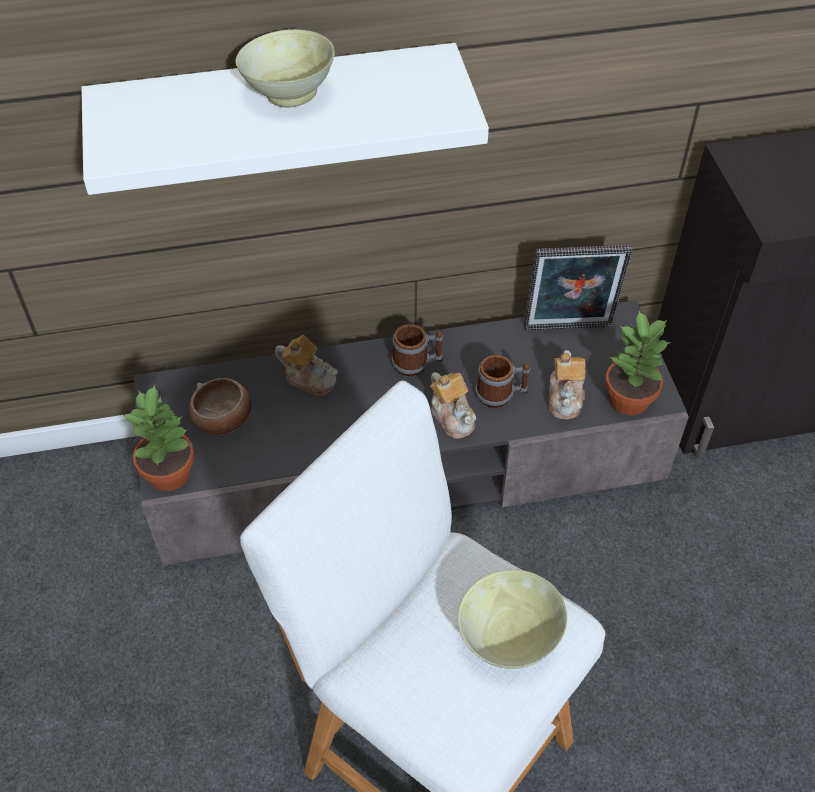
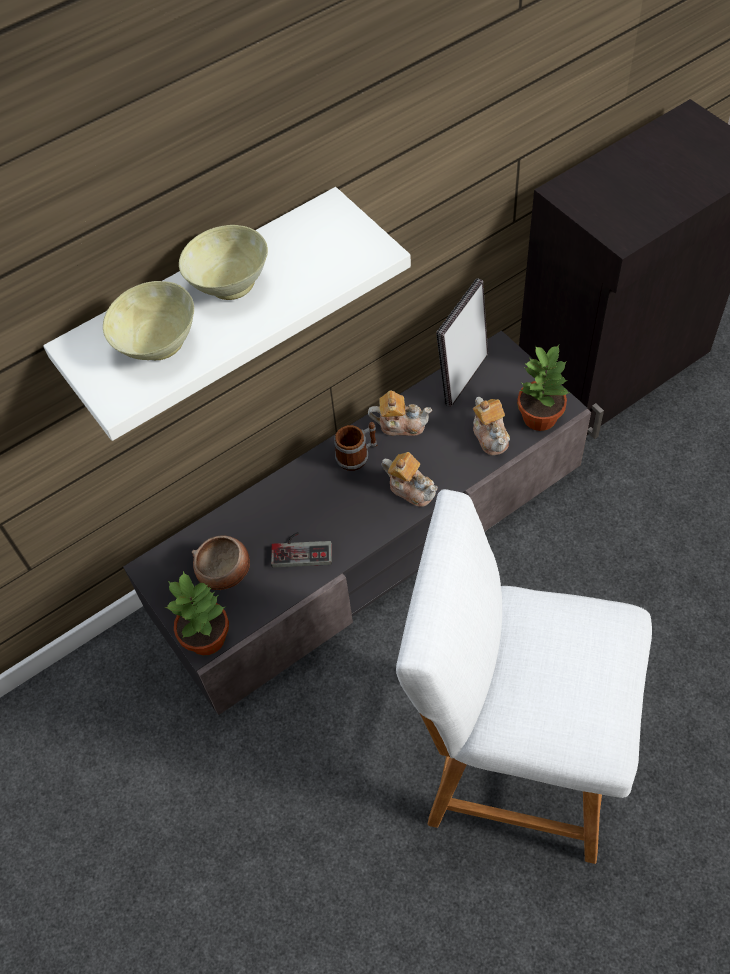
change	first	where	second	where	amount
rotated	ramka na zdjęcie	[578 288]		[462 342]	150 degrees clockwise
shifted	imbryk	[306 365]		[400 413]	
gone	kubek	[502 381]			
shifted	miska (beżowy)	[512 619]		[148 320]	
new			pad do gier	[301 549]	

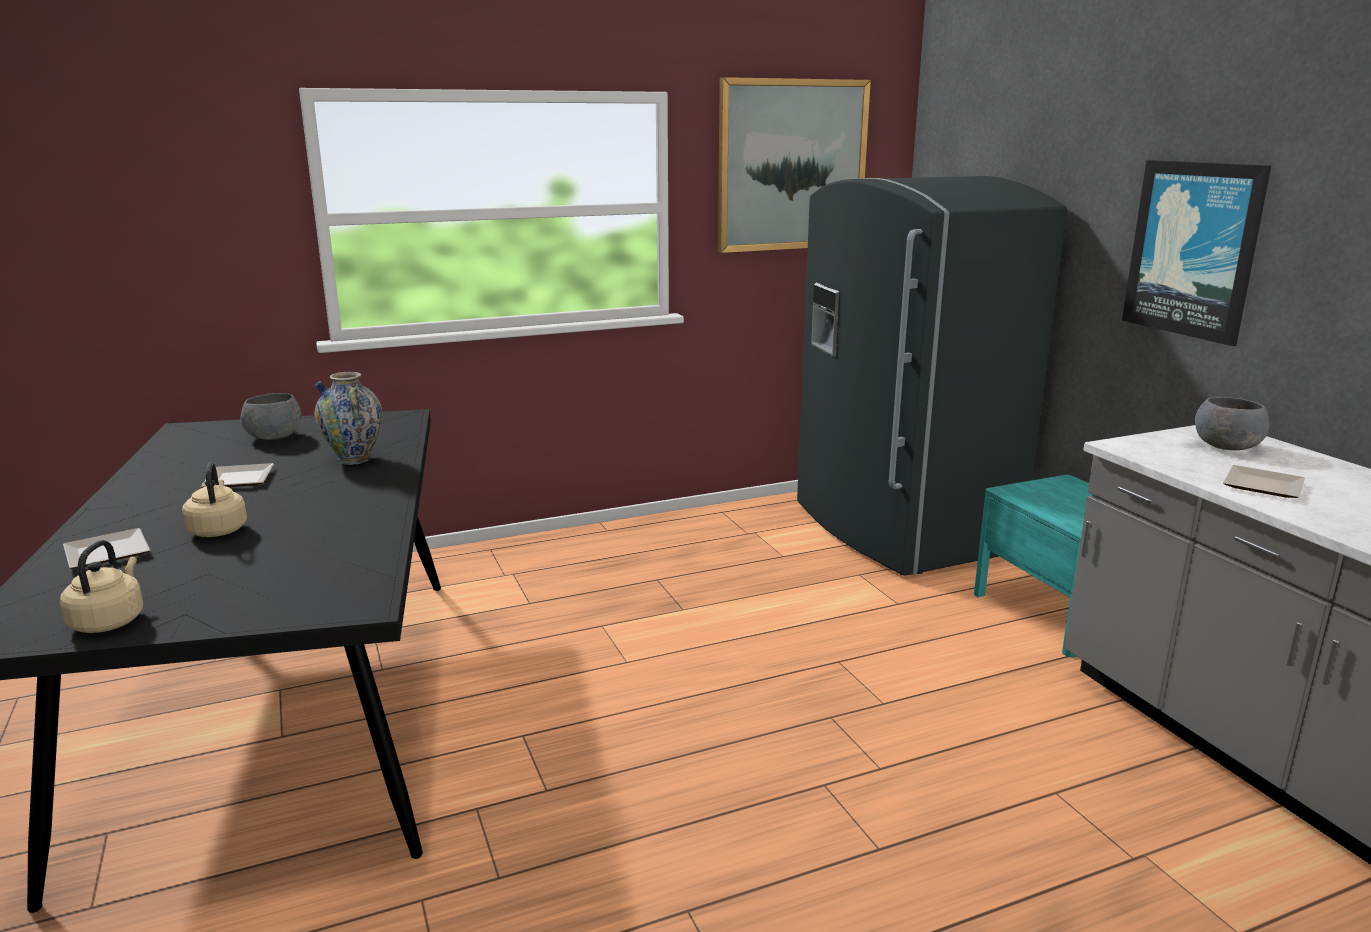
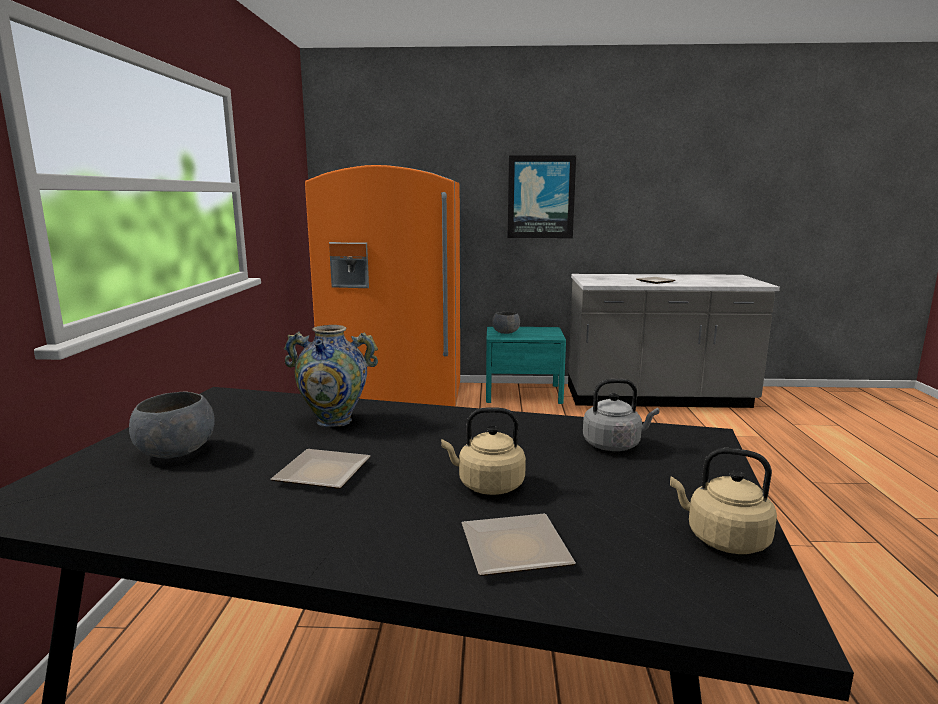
change	first	where	second	where	amount
gone	obraz	[794 165]			
repainted	lodówka (szary)	[932 376]	lodówka (pomarańczowy)	[382 285]	
shifted	miska (szary)	[1231 423]		[506 323]	
new			czajnik (szary)	[621 415]	

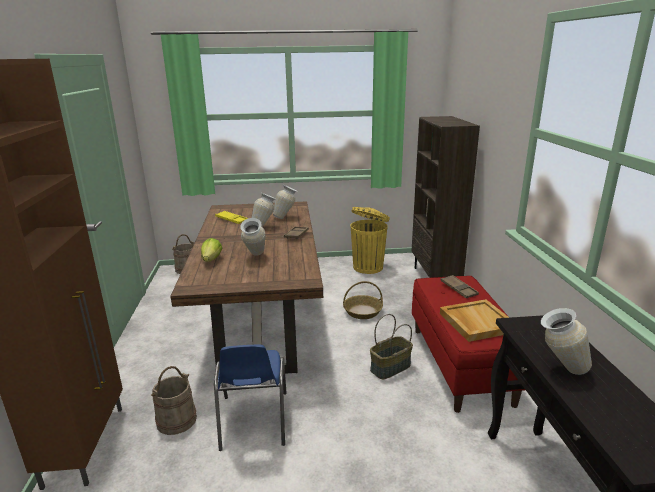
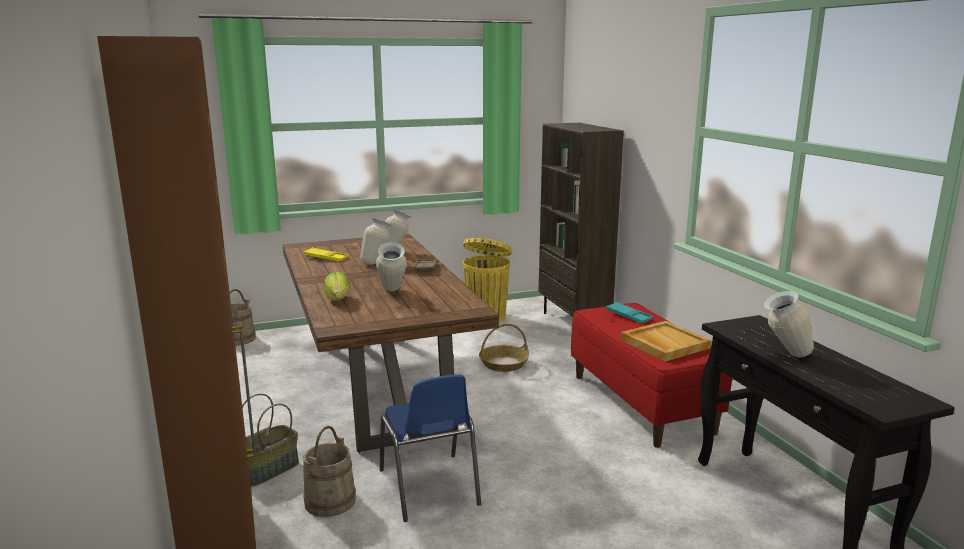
change	first	where	second	where	amount
repainted	taca (brązowy)	[459 286]	taca (turkusowy)	[629 313]	
shifted	koszyk	[391 346]		[270 440]	

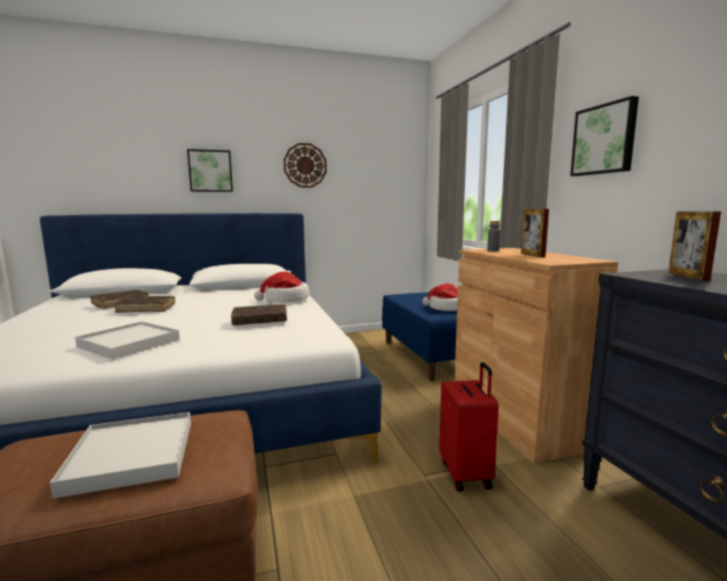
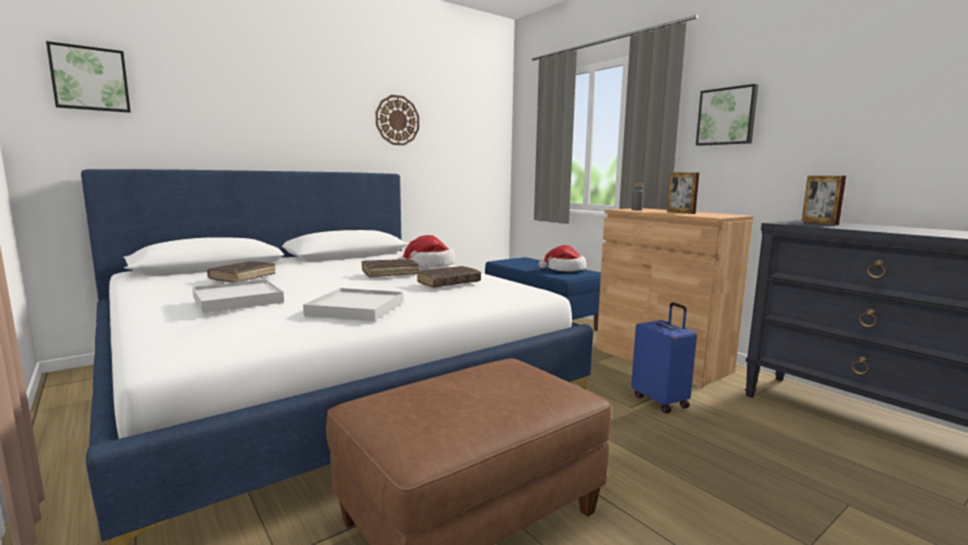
change	first	where	second	where	amount
shifted	obraz	[210 170]		[88 77]	
shifted	książka (brązowy)	[144 304]		[390 268]	
repainted	walizka (czerwony)	[469 427]	walizka (niebieski)	[664 357]	
shifted	taca (biały)	[120 455]		[238 296]	

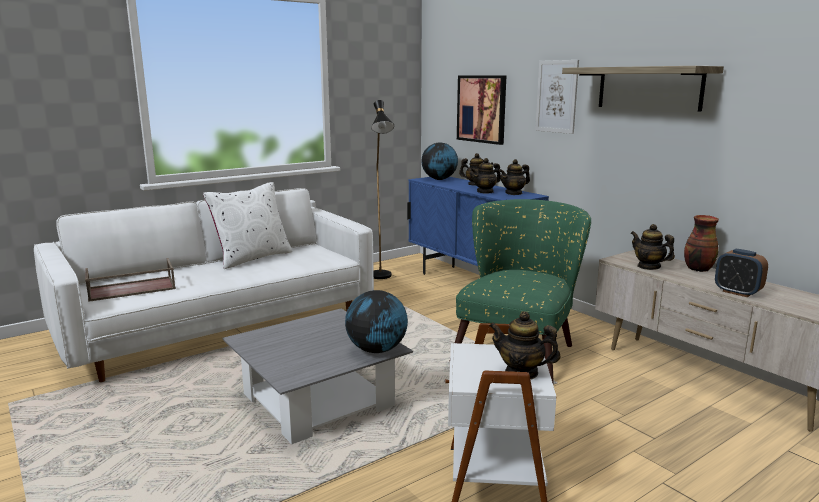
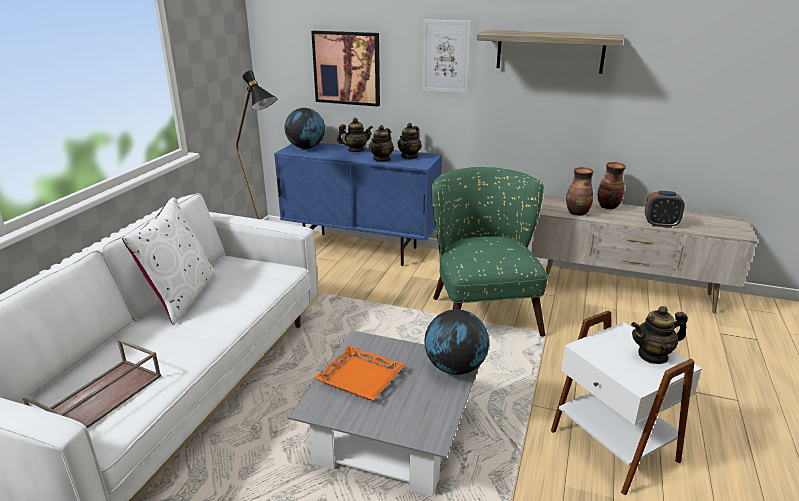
change	first	where	second	where	amount
swapped	imbryk	[653 247]	wazon	[580 191]	
new			taca (pomarańczowy)	[360 373]	

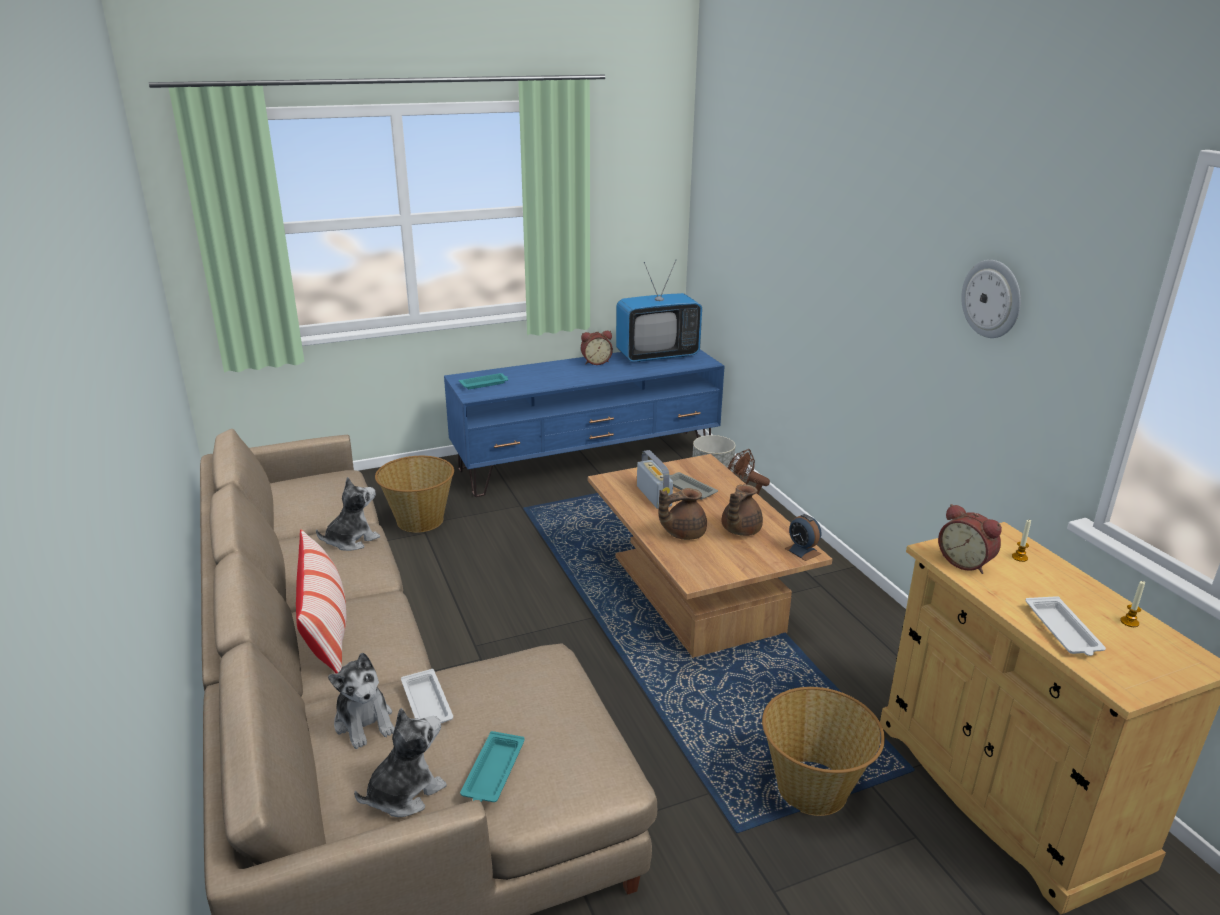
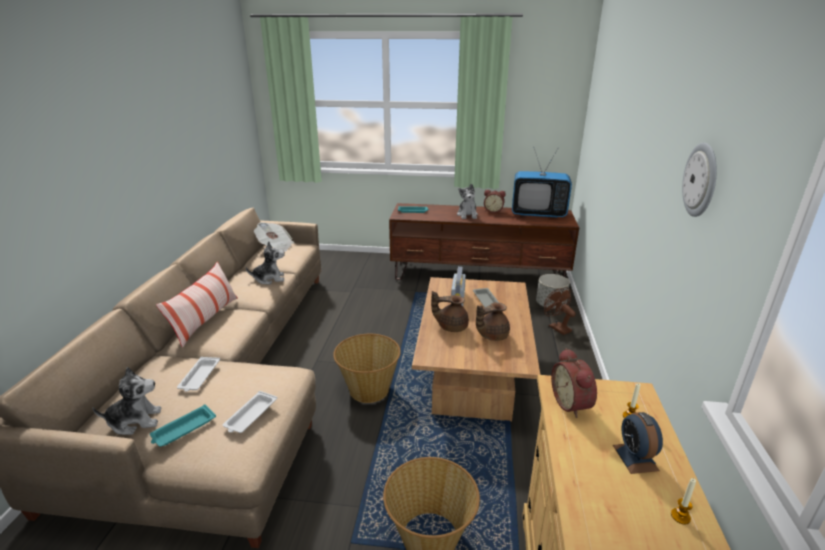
change	first	where	second	where	amount
repainted	szafka pod telewizor (niebieski)	[584 423]	szafka pod telewizor (brązowy)	[484 241]	
shifted	koszyk	[414 494]		[367 368]	
shifted	budzik	[803 537]		[638 443]	
shifted	taca (biały)	[1065 626]		[250 412]	
shifted	pluszak	[361 700]		[467 201]	
new			gazeta	[274 237]	

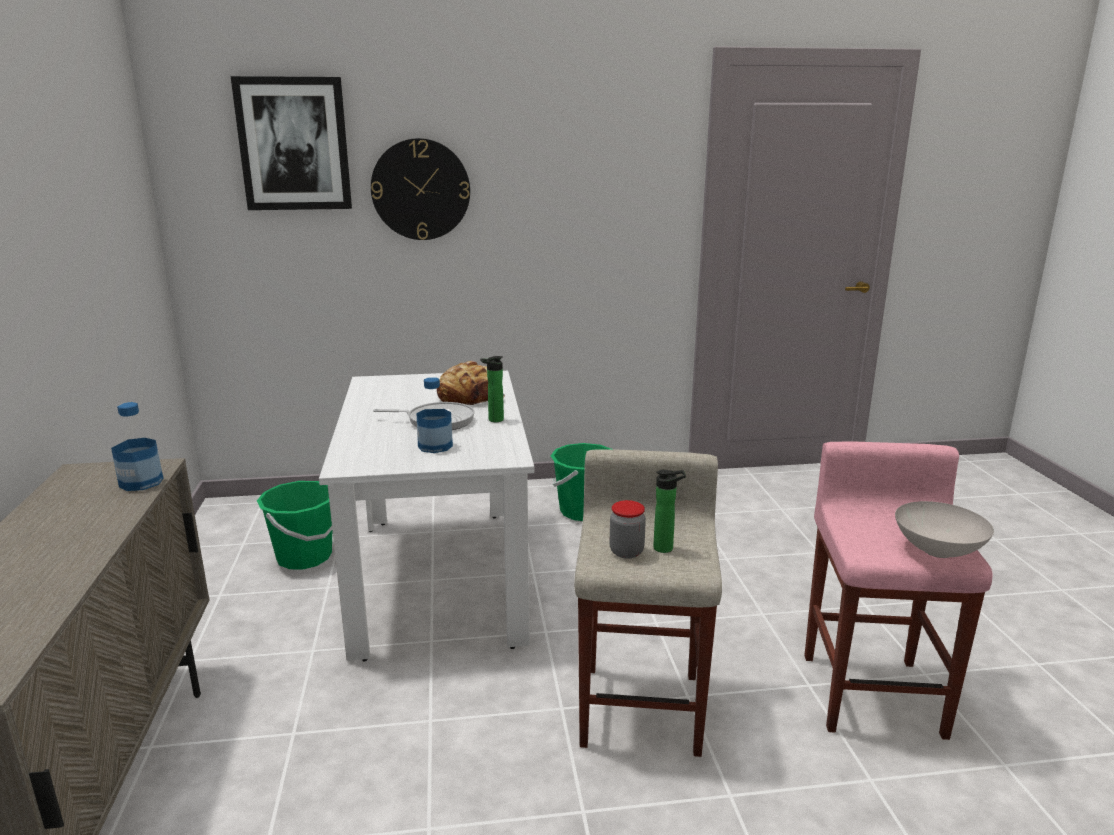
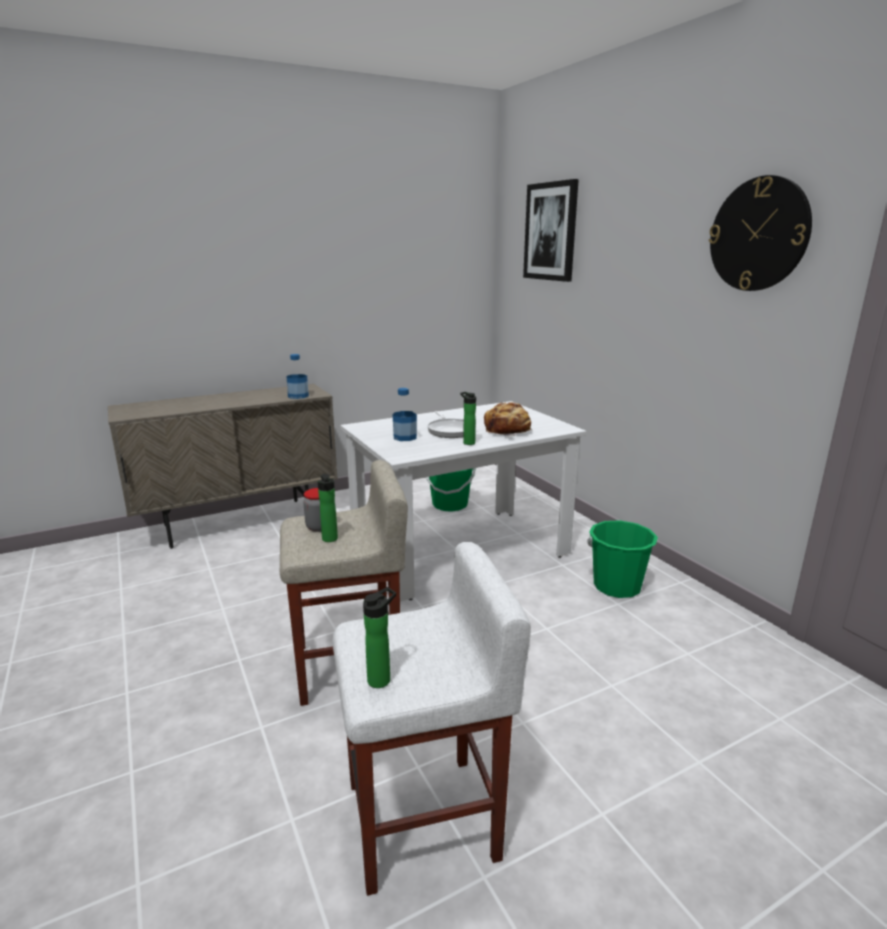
change	first	where	second	where	amount
shifted	zegar ścienny	[420 189]		[760 233]	
repainted	stołek (różowy)	[898 590]	stołek (biały)	[431 719]	
swapped	miska (biały)	[944 529]	butelka	[379 637]	

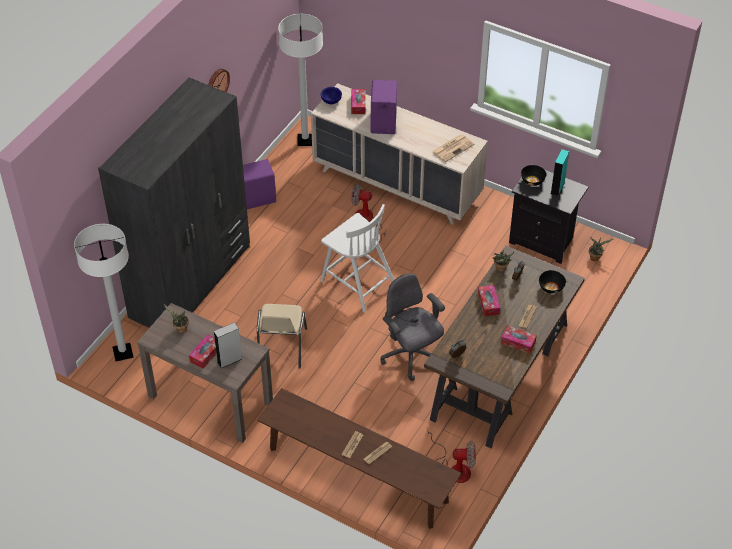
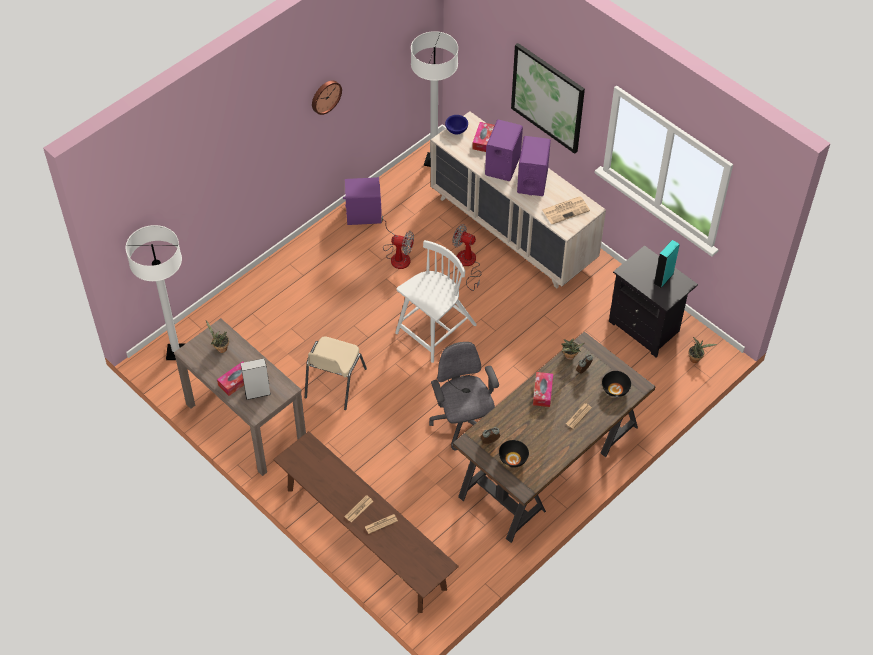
change	first	where	second	where	amount
gone	szafa (szary)	[174 203]			
shifted	miska (czarny)	[533 175]		[514 454]	
rotated	krzesło (biały)	[357 258]		[436 301]	105 degrees counterclockwise
gone	pudełko chusteczek	[519 339]			
shifted	wentylator	[451 457]		[397 242]	
new			obraz	[548 98]	
new			głośnik (fioletowy)	[534 166]	

